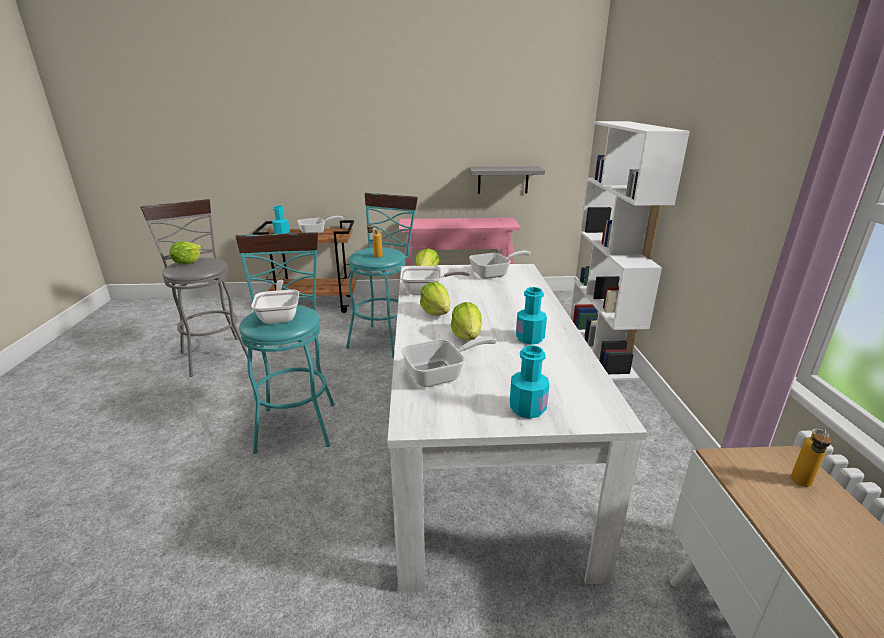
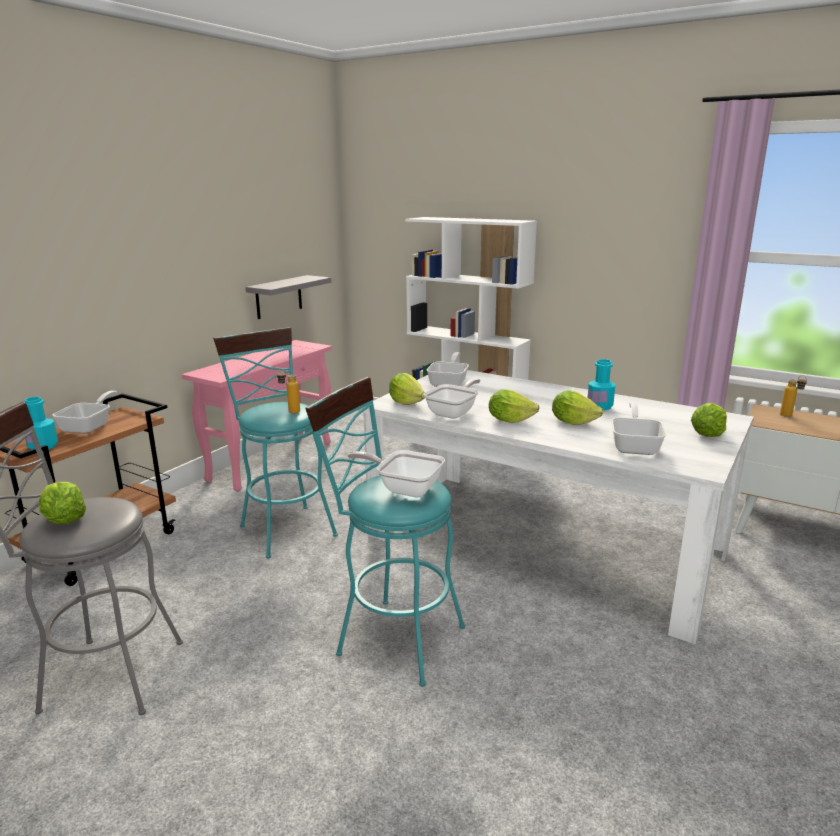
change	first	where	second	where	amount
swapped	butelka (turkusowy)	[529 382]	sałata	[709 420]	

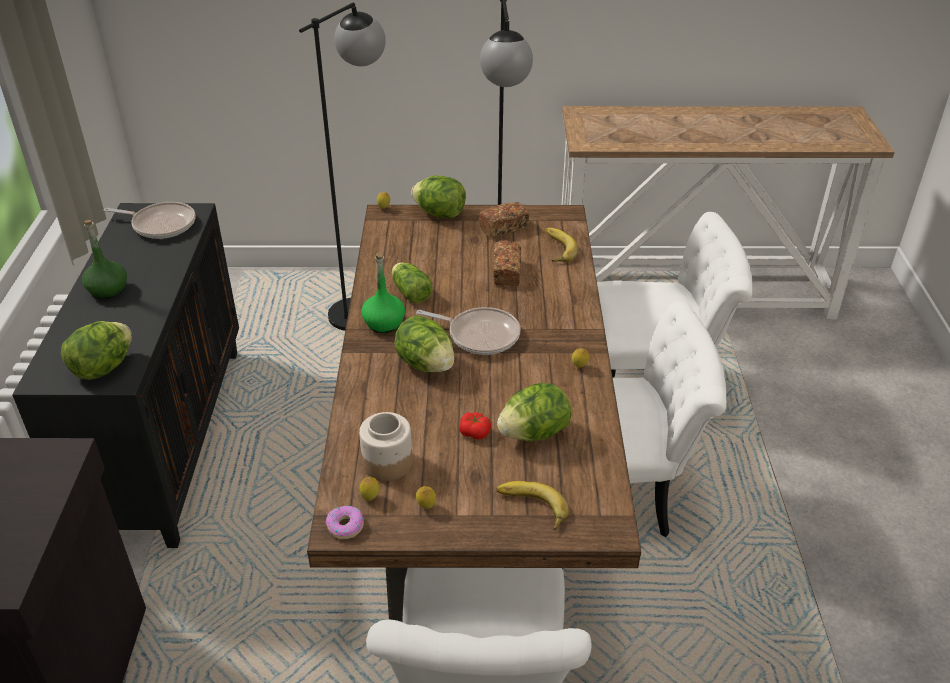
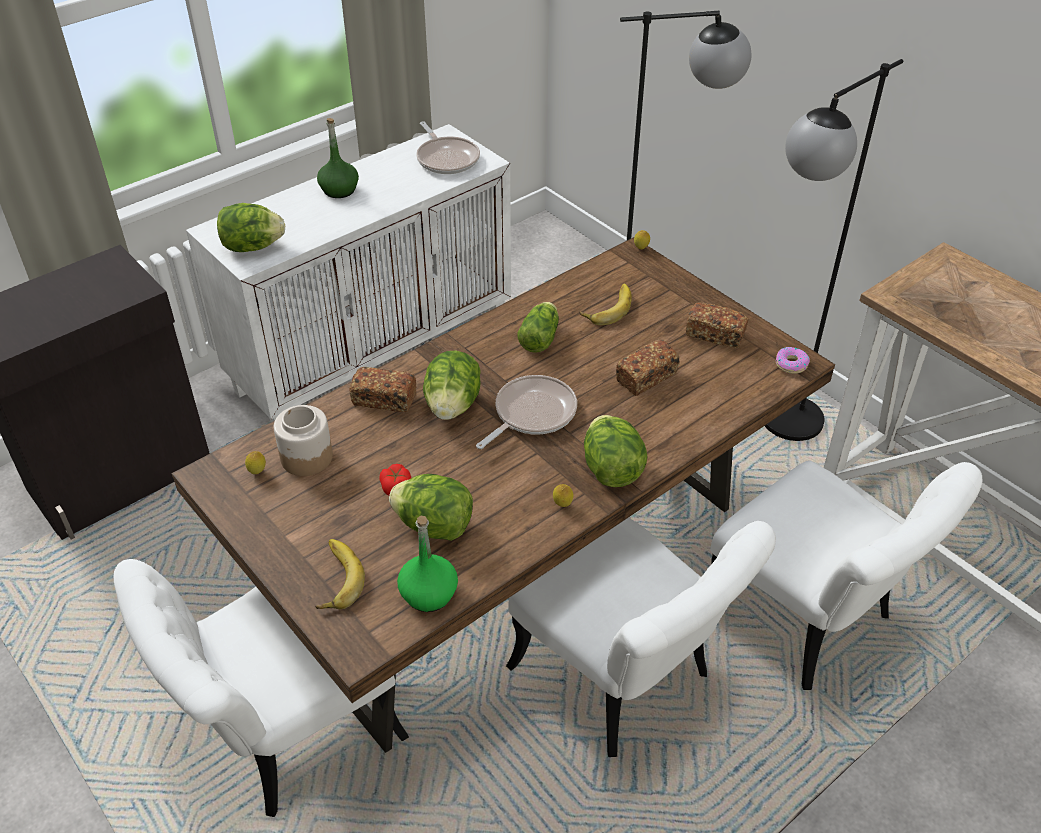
change	first	where	second	where	amount
shifted	sałata	[438 196]		[615 451]	
repainted	szafka (czarny)	[125 375]	szafka (biały)	[348 273]	
shifted	banan	[562 245]		[605 304]	
shifted	butelka (zielony)	[383 293]		[427 564]	
rotated	patelnia	[468 331]		[526 412]	120 degrees counterclockwise
gone	cytryna	[426 497]			
shifted	donut	[345 522]		[793 360]	
new			chleb	[382 389]	

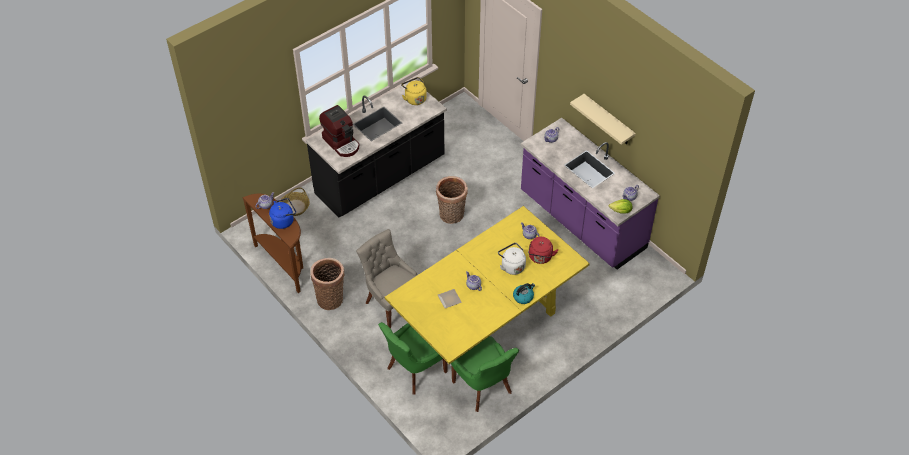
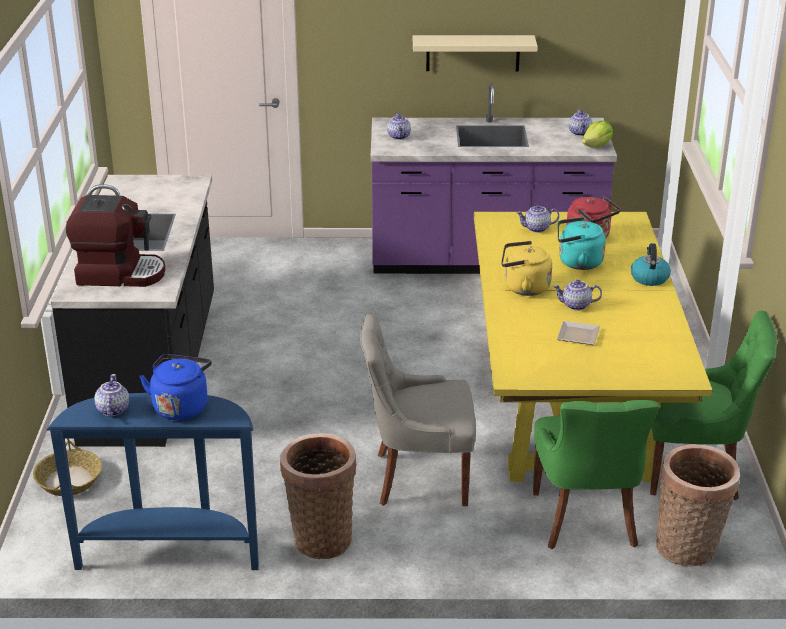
change	first	where	second	where	amount
shifted	czajnik (żółty)	[414 91]		[526 268]	
shifted	koszyk	[452 200]		[698 505]	
repainted	stolik konsolowy (brązowy)	[272 243]	stolik konsolowy (niebieski)	[152 481]	
repainted	czajnik (biały)	[512 259]	czajnik (turkusowy)	[582 243]	

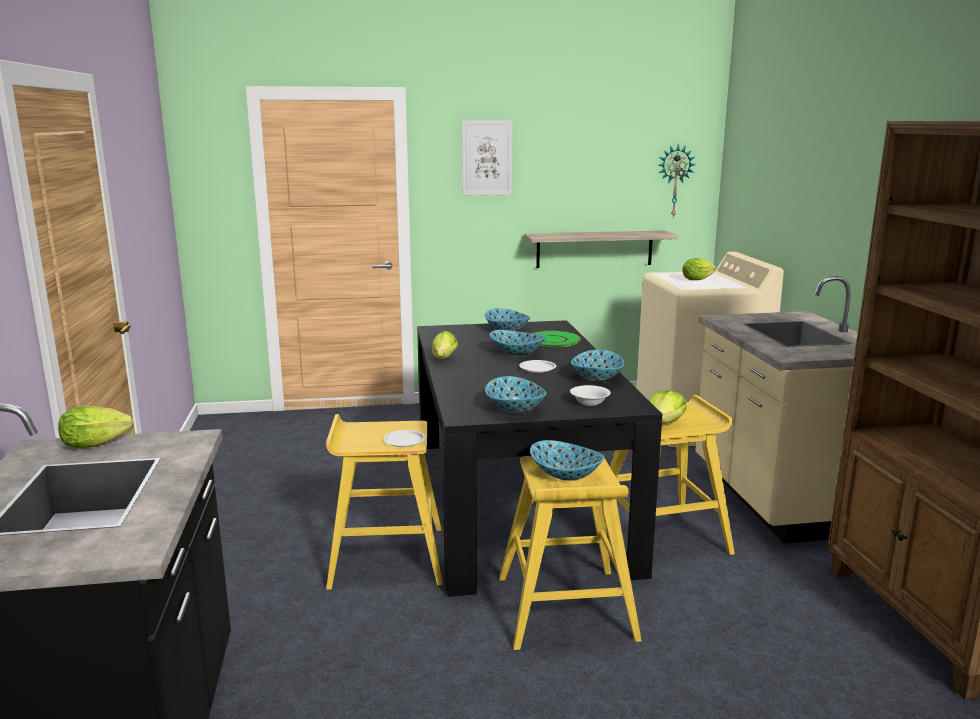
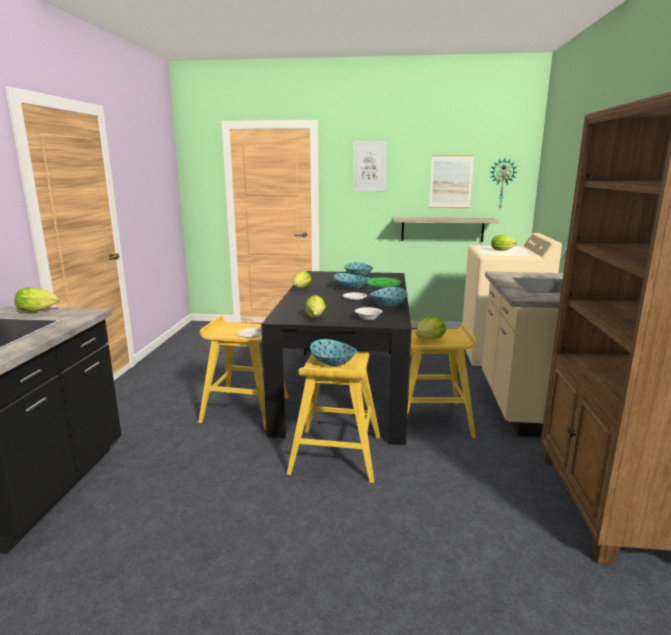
change	first	where	second	where	amount
swapped	miska	[515 395]	sałata	[315 306]	
new			obraz	[451 181]	

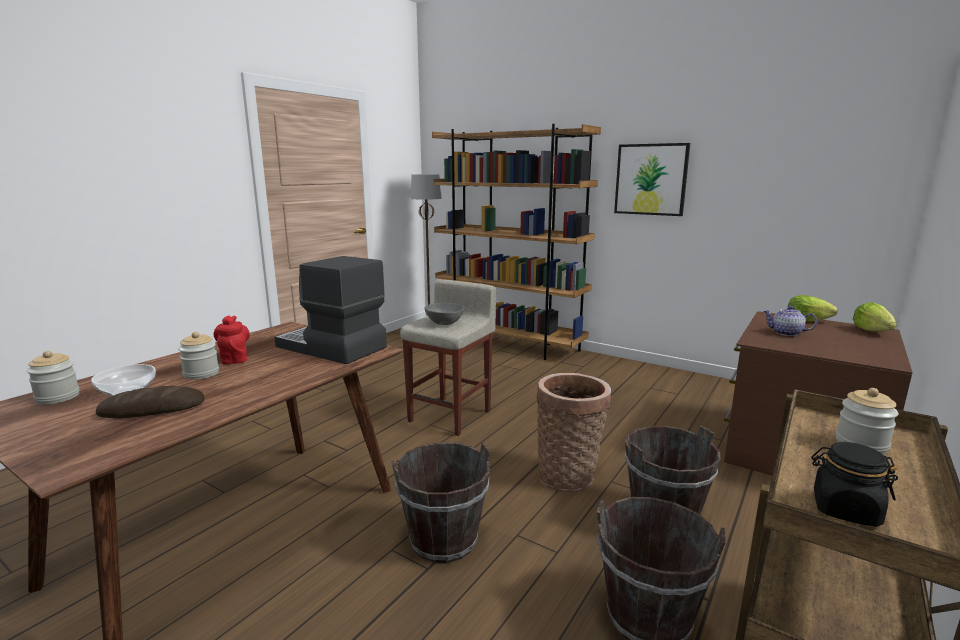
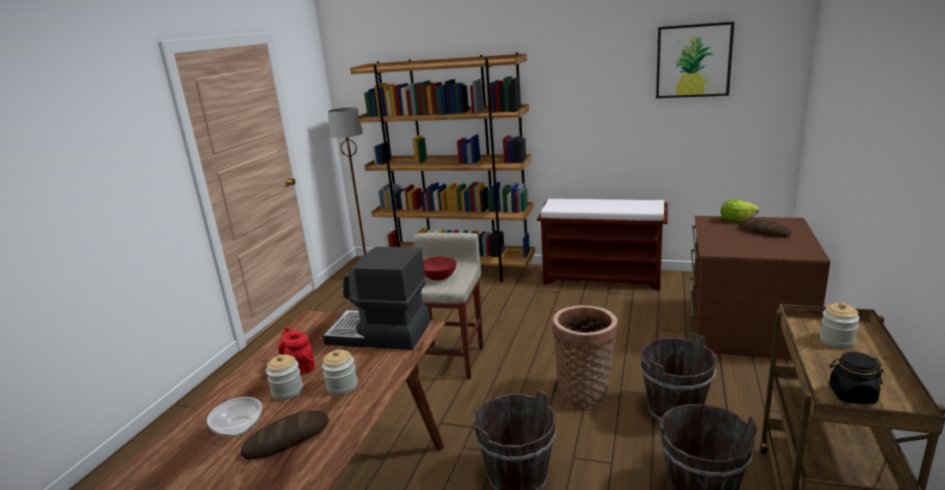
change	first	where	second	where	amount
shifted	obraz	[652 179]		[695 60]	
gone	sałata	[874 316]			
repainted	miska (szary)	[444 314]	miska (czerwony)	[440 268]	
gone	imbryk	[790 321]			
shifted	słoik	[53 378]		[340 372]	
new			ławka (brązowy)	[602 245]	
new			chleb	[765 228]	

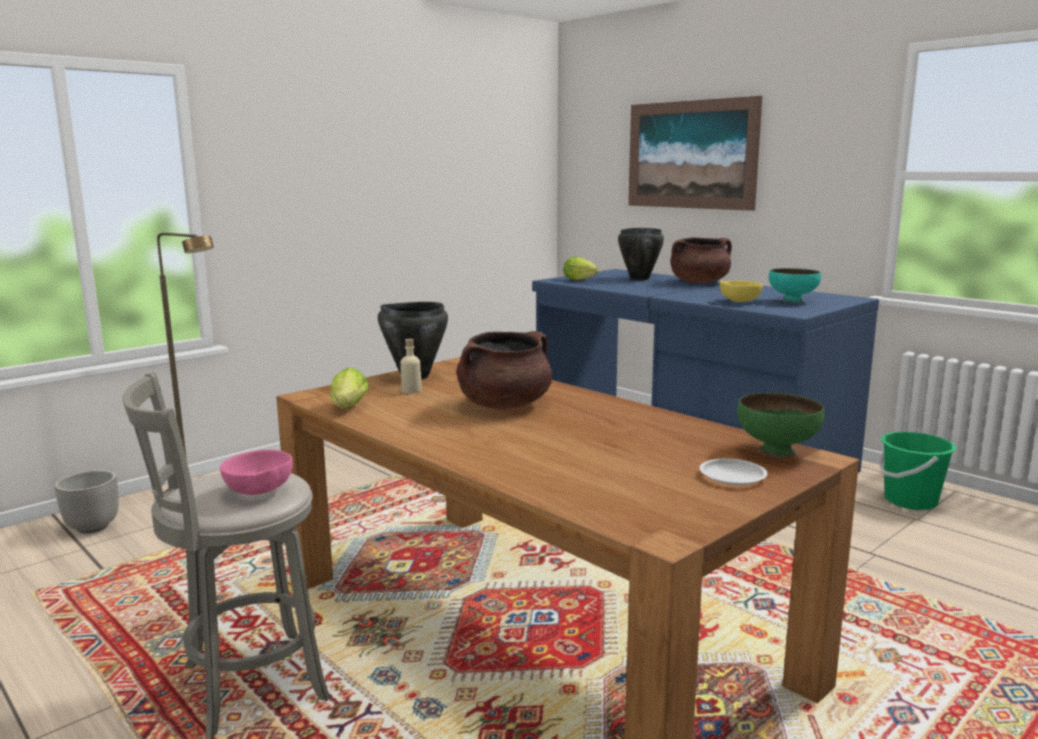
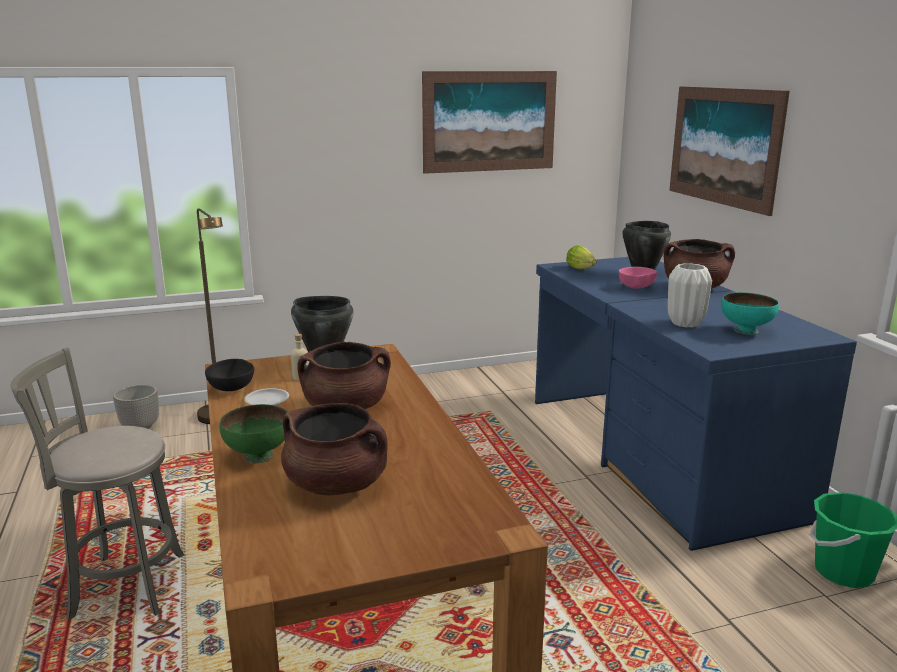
change	first	where	second	where	amount
swapped	miska (żółty)	[741 291]	wazon (biały)	[690 295]	
swapped	sałata	[349 387]	miska (czarny)	[229 375]	
shifted	miska (zielony)	[780 425]		[253 433]	
shifted	miska (różowy)	[256 472]		[638 278]	
shifted	talerz (biały)	[733 471]		[267 397]	
new			obraz	[489 122]	
new			garnek (brązowy)	[334 449]	

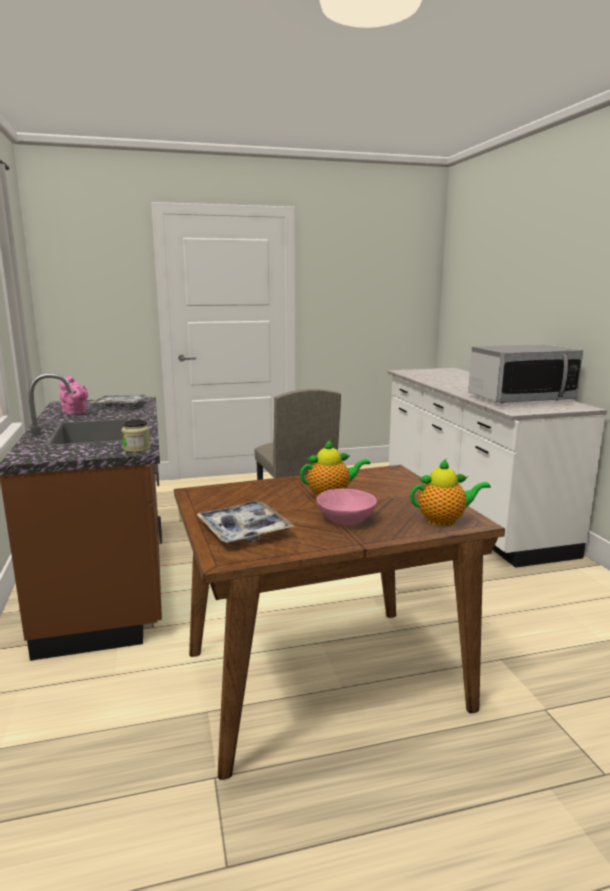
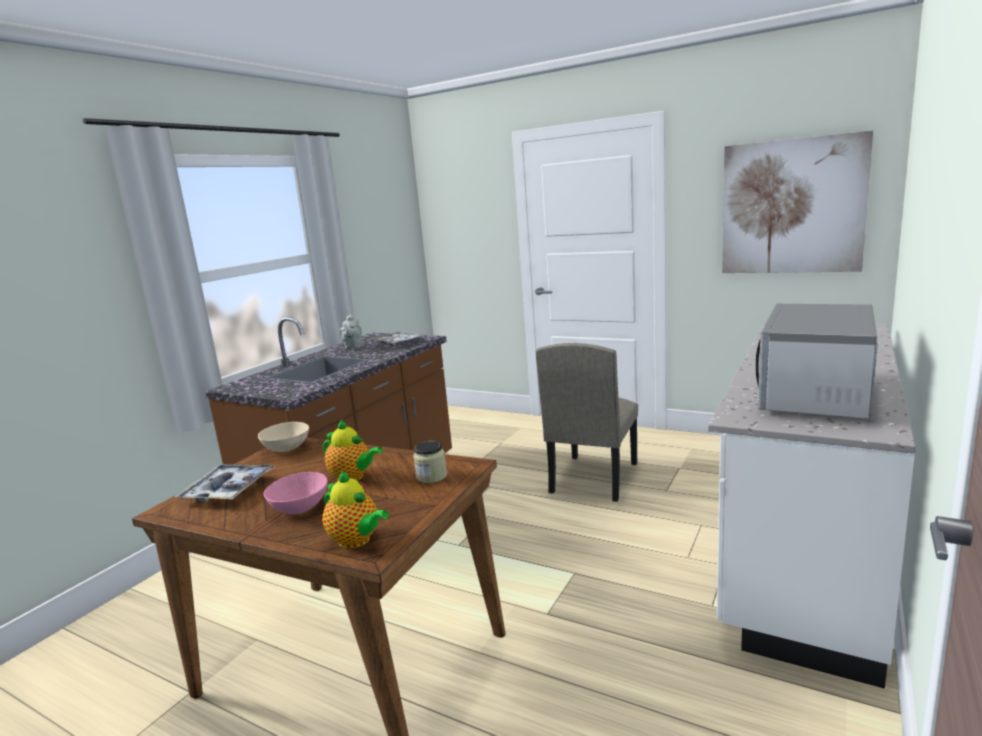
change	first	where	second	where	amount
rotated	mikrofalówka	[525 374]		[817 361]	90 degrees clockwise
repainted	imbryk (różowy)	[73 395]	imbryk (szary)	[350 332]	
shifted	słoik	[135 435]		[430 462]	
new			obraz	[797 202]	
new			miska (beżowy)	[283 437]	

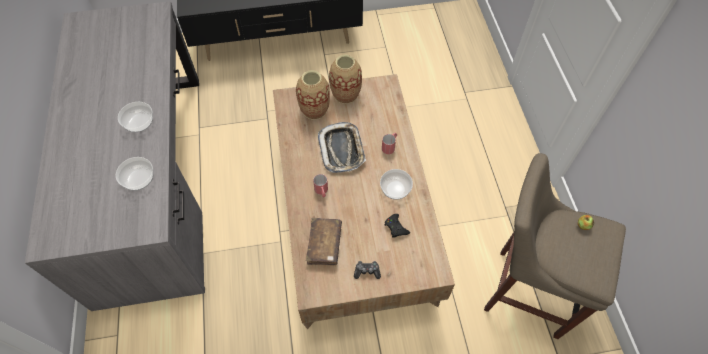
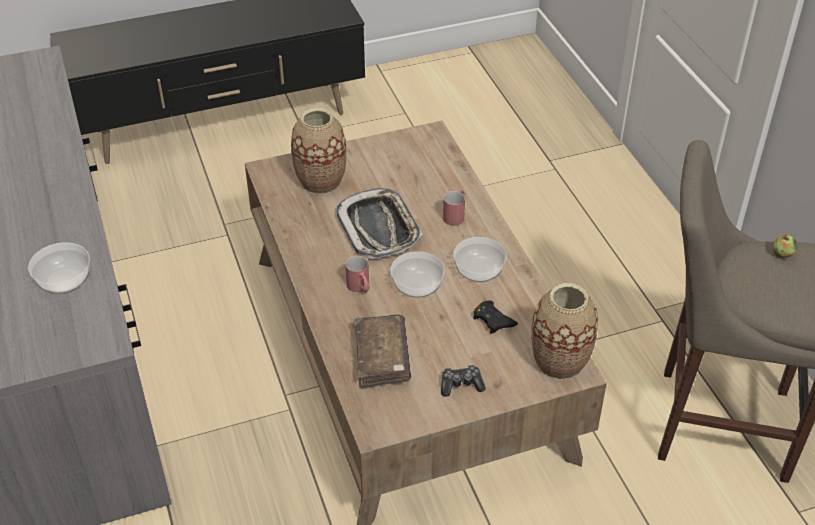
change	first	where	second	where	amount
shifted	wazon	[345 79]		[564 331]	
shifted	miska	[135 117]		[417 274]	

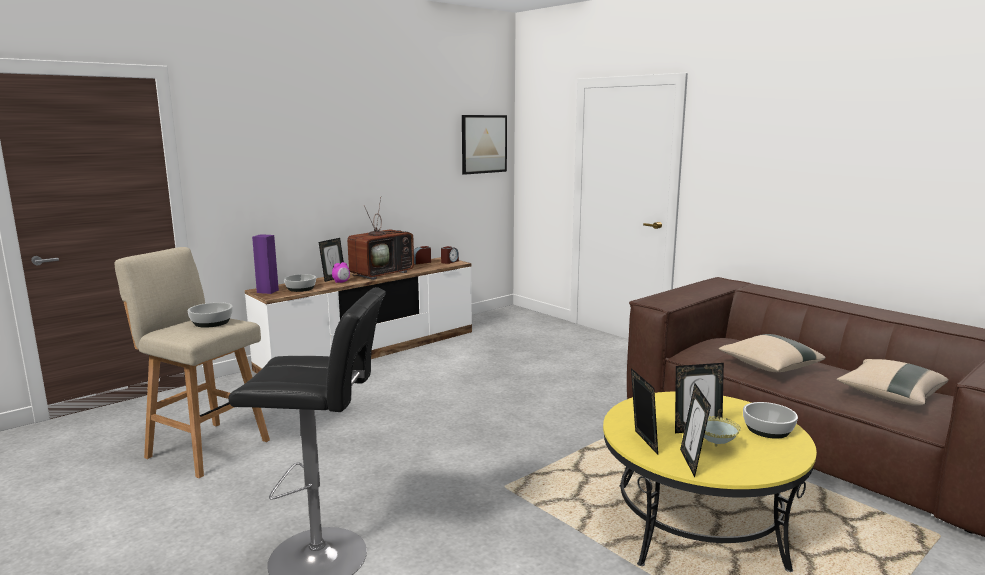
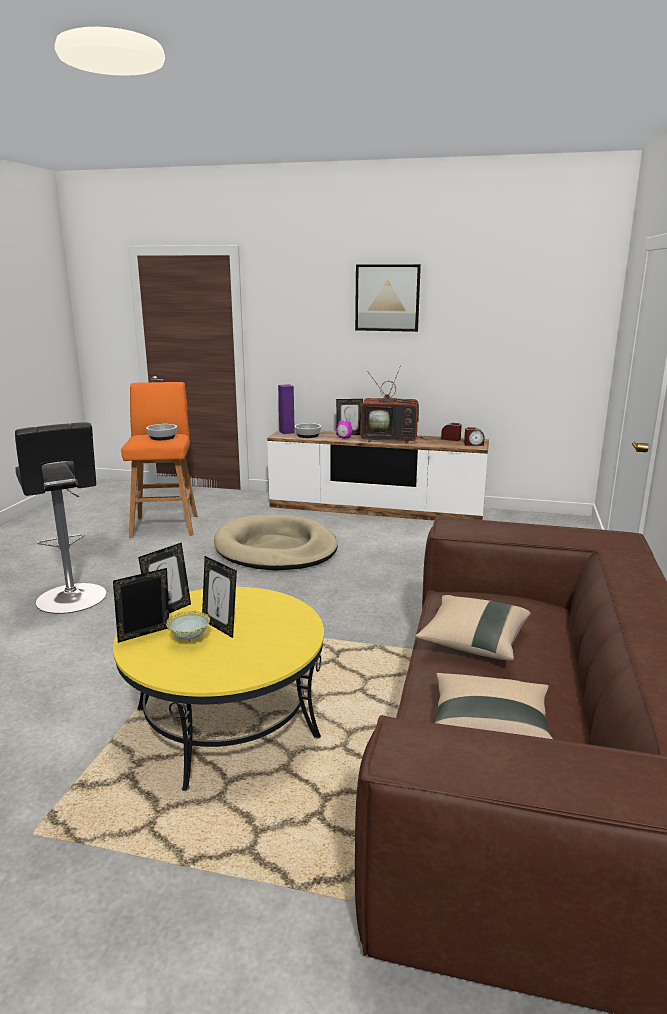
change	first	where	second	where	amount
shifted	obraz	[484 145]		[388 298]	
repainted	stołek (beżowy)	[192 362]	stołek (pomarańczowy)	[159 460]	
gone	miska	[770 420]			
new			legowisko (beżowy)	[276 543]	

